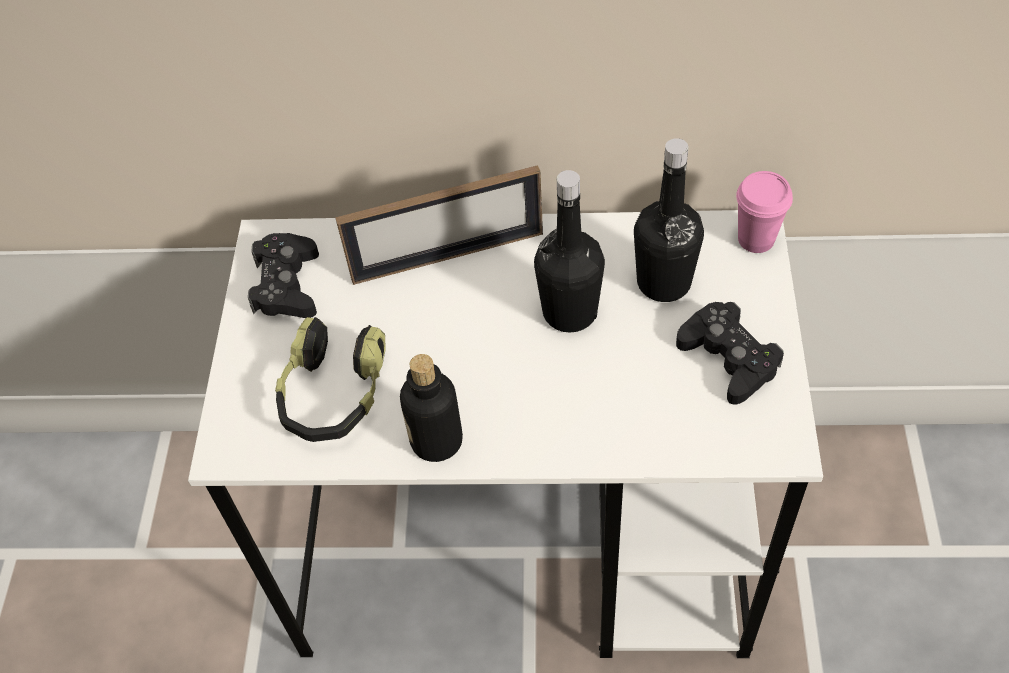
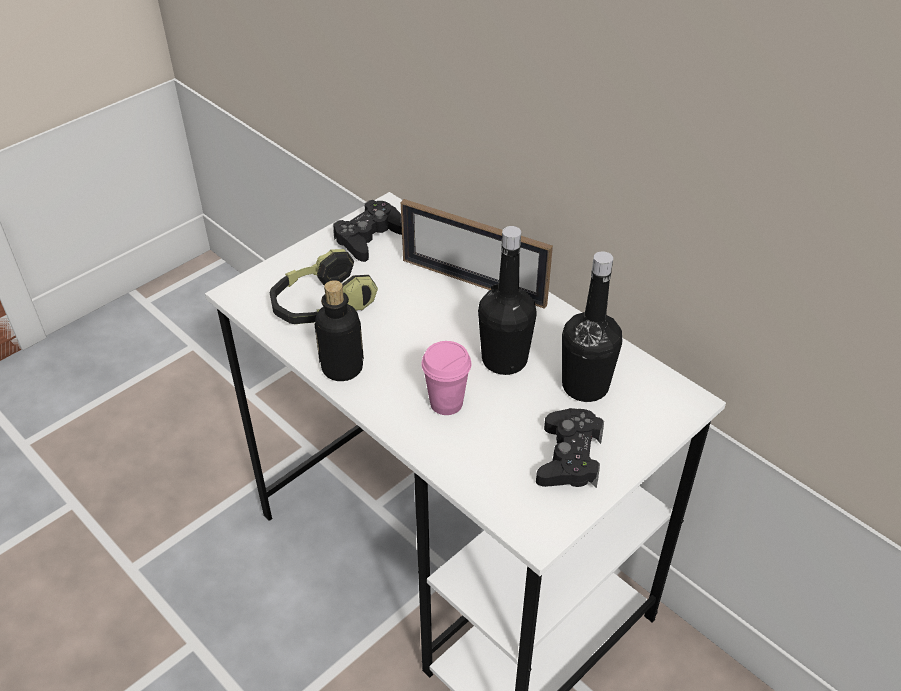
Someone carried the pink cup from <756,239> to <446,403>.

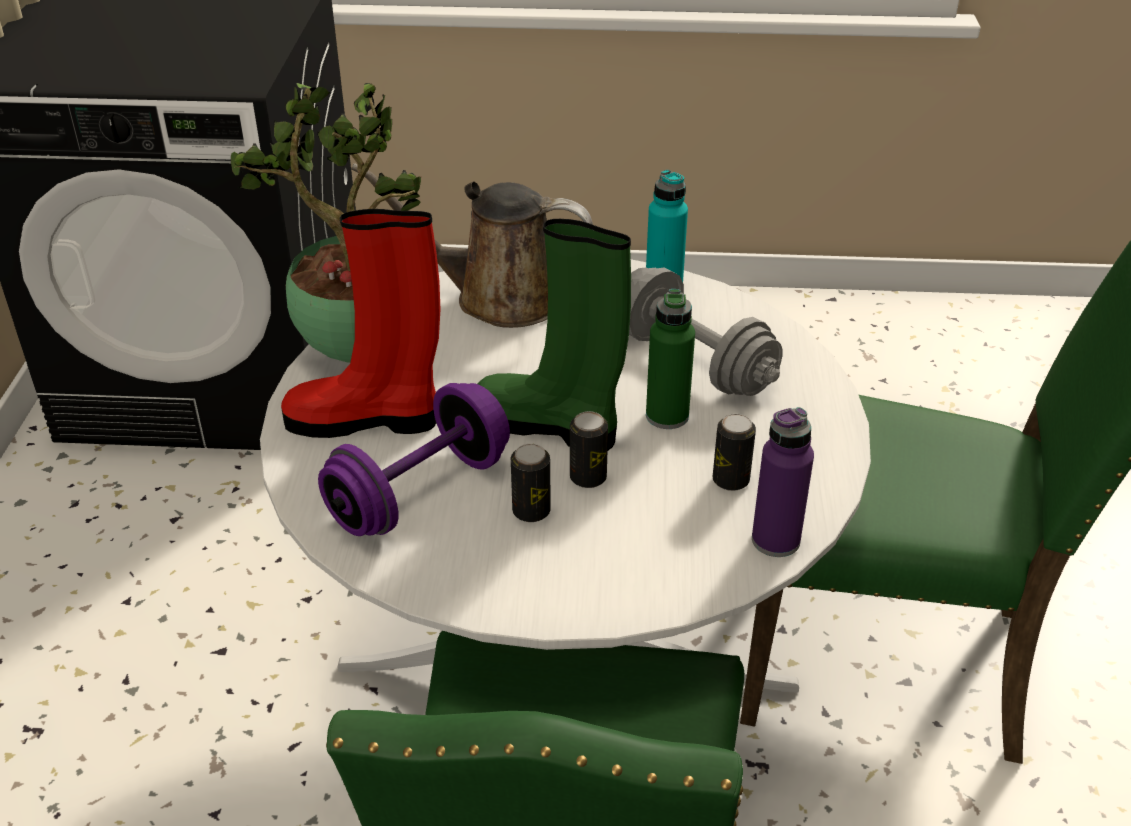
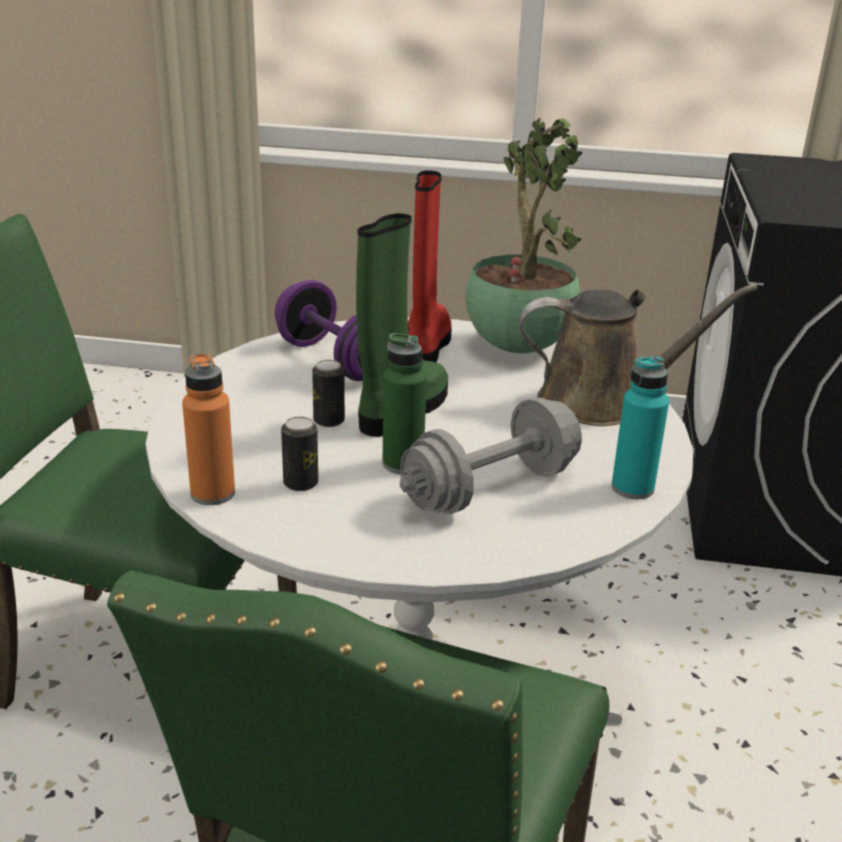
Someone repainted the purplish drink bottle at <775,540>, which became the orange drink bottle at <213,493>.
Someone rotated the brownish watering can at <498,298> by 75 degrees clockwise.
Someone took away the metal can at <531,511>.

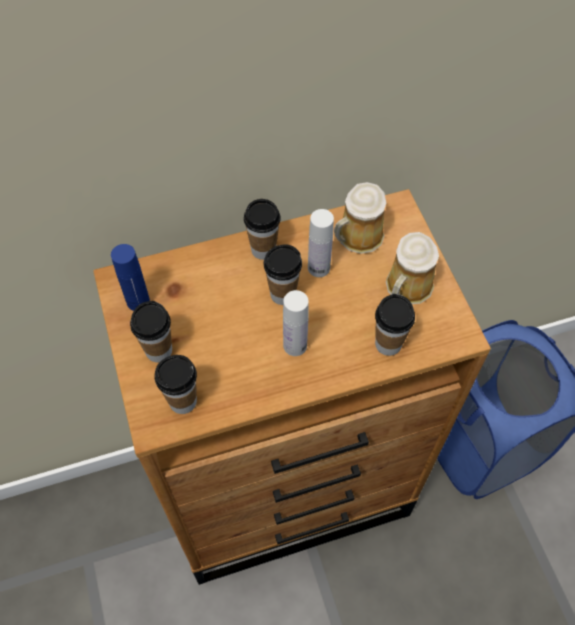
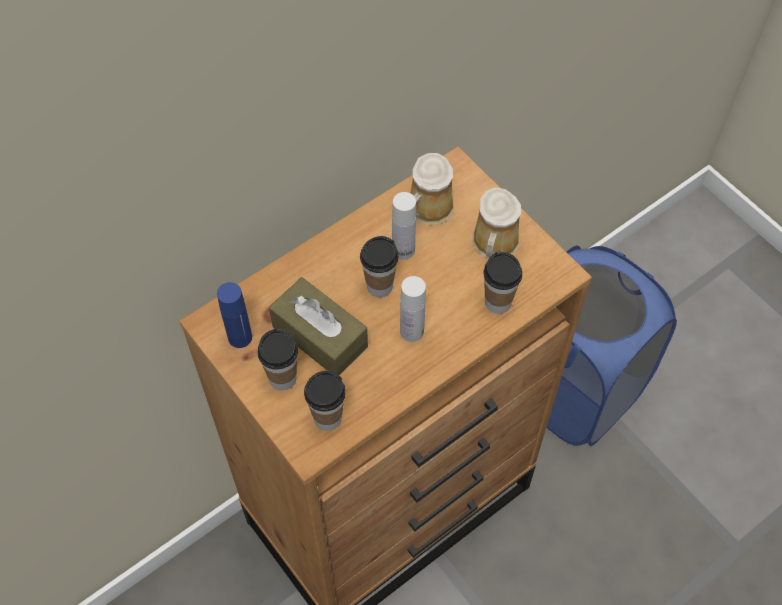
Someone put down the brownish tissue box at <320,336>.
Someone took away the cup at <263,249>.

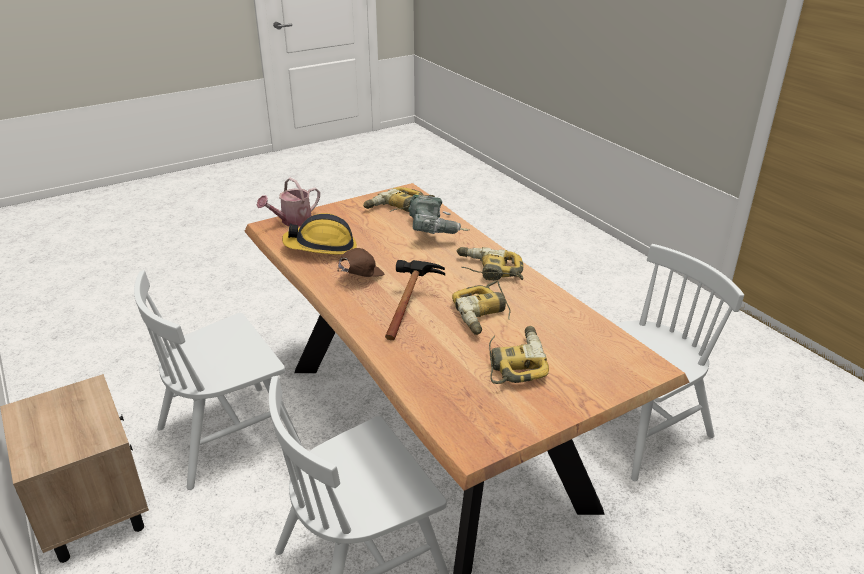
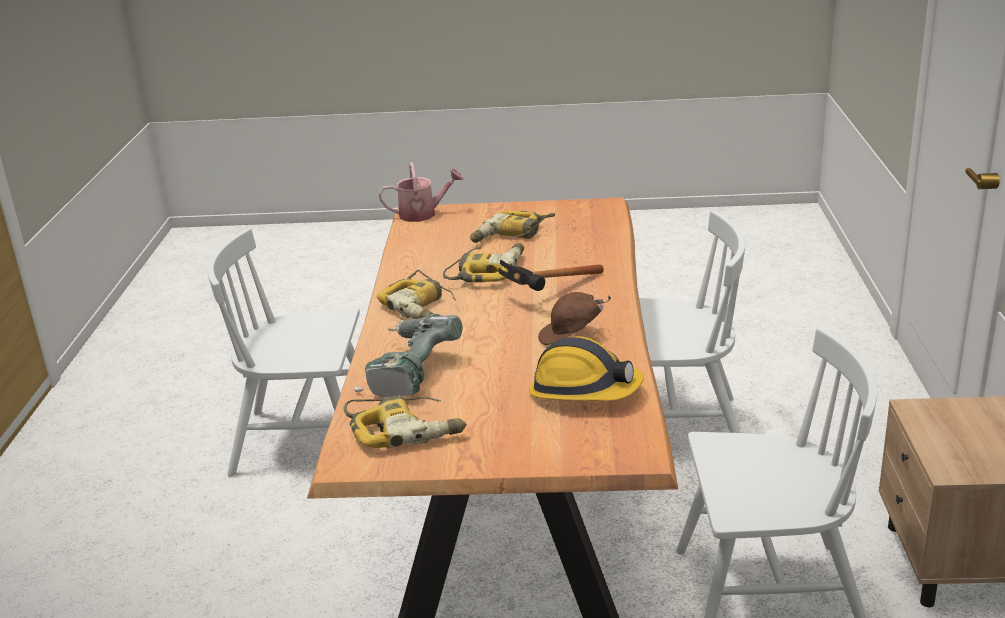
Someone carried the watering can from <292,221> to <423,214>.

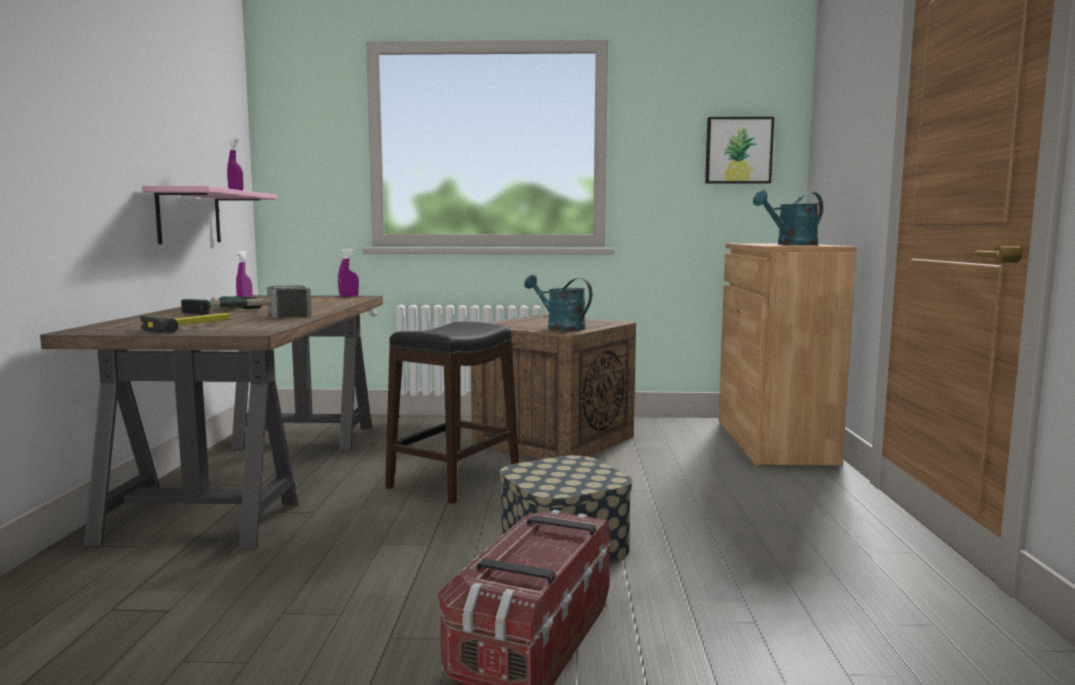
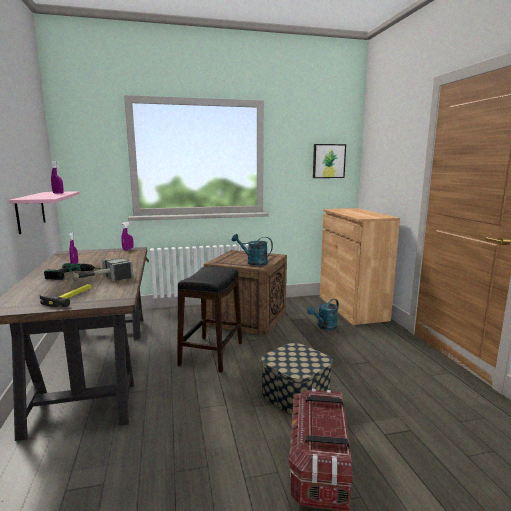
Someone carried the blue-green watering can from <791,244> to <324,327>.

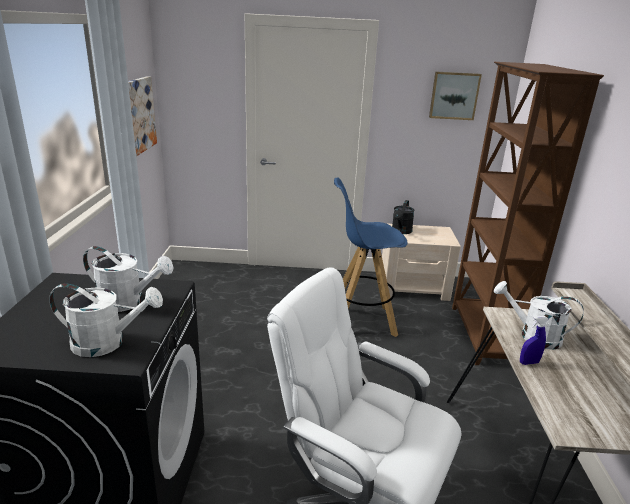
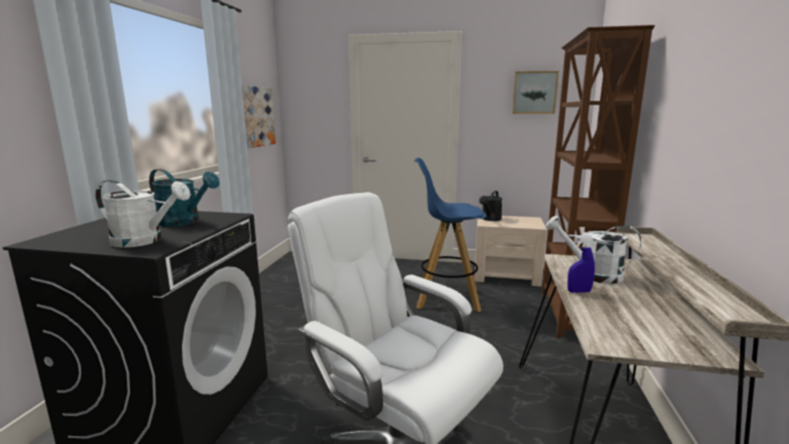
Someone repainted the white-coloured watering can at <128,302>, which became the blue-green watering can at <185,222>.

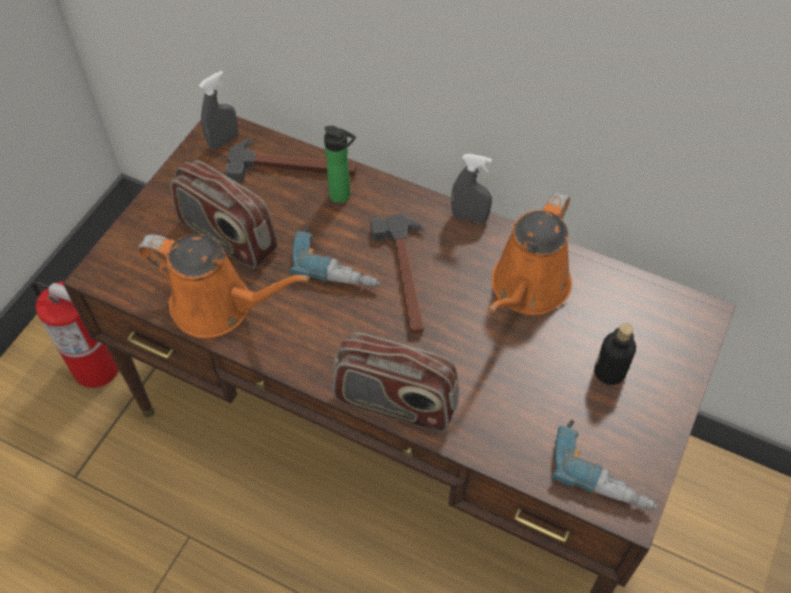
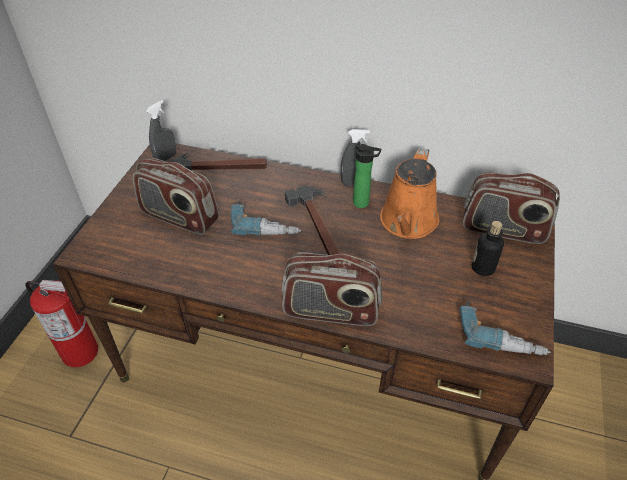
Someone carried the drink bottle from <343,196> to <363,203>.
Someone put down the radio set at <503,229>.
Someone took away the orange watering can at <219,306>.

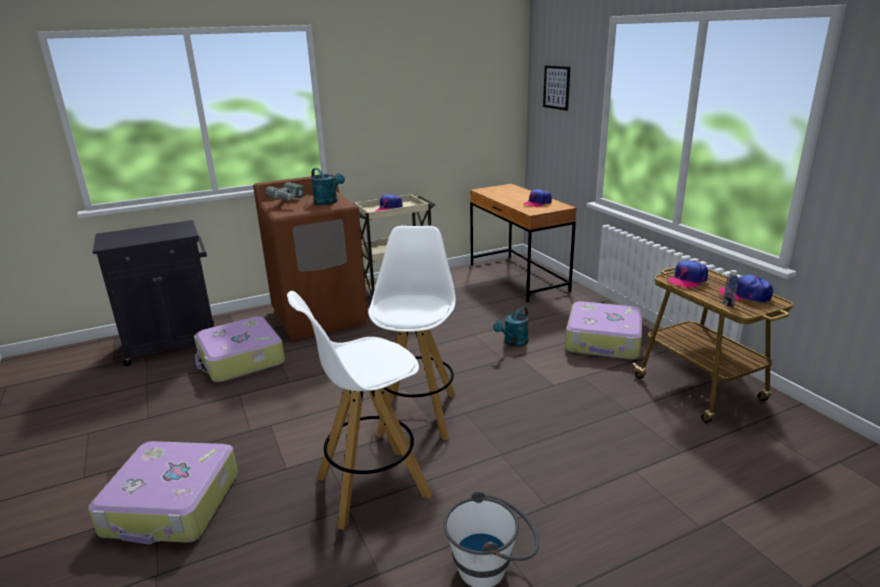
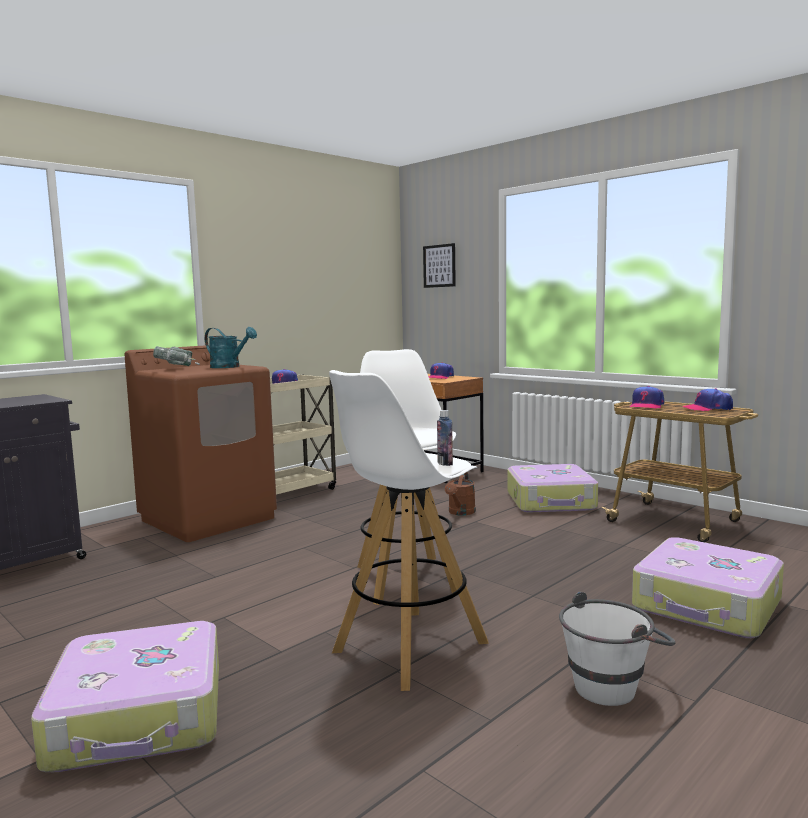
Someone carried the drink bottle from <728,304> to <445,463>.
Someone repainted the blue-green watering can at <513,343>, which became the brownish watering can at <460,513>.
Someone carried the suitcase from <240,360> to <707,605>.

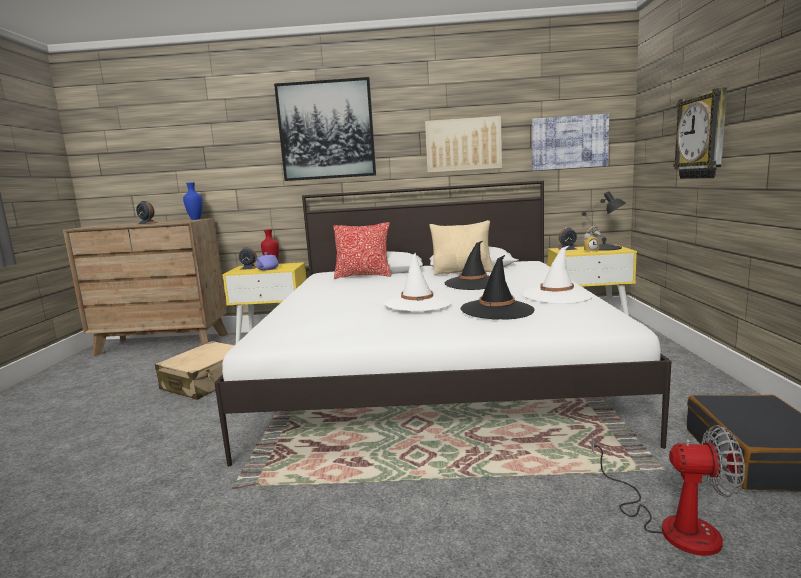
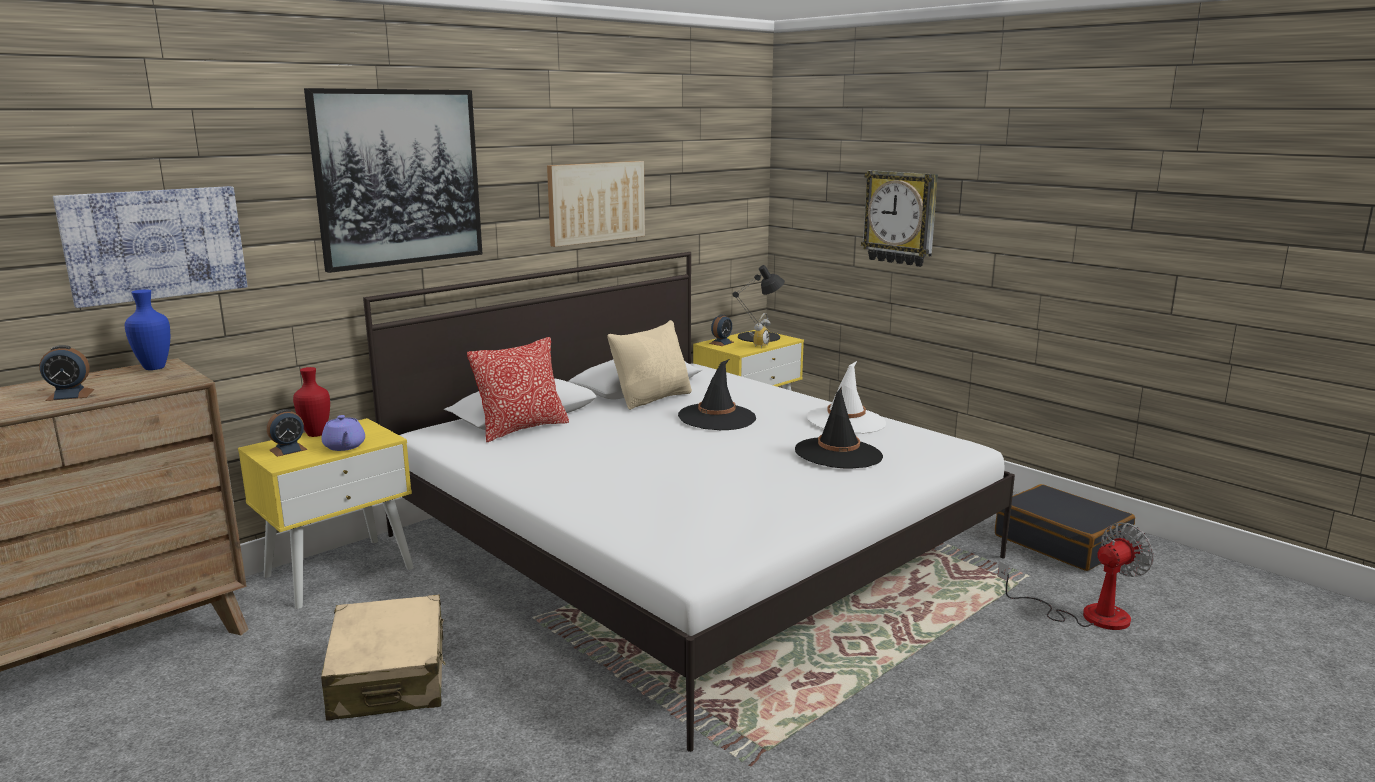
Someone carried the wall art from <569,142> to <155,244>.
Someone took away the white-coloured clothing hat at <417,304>.

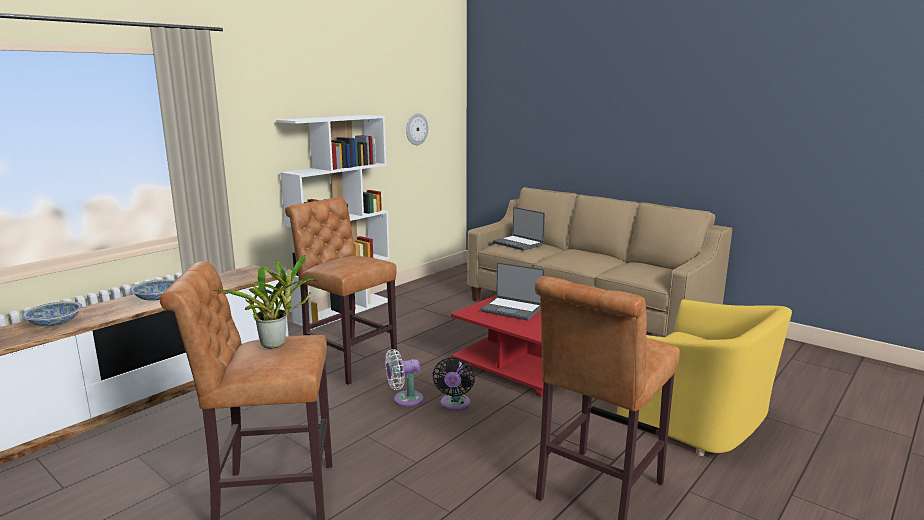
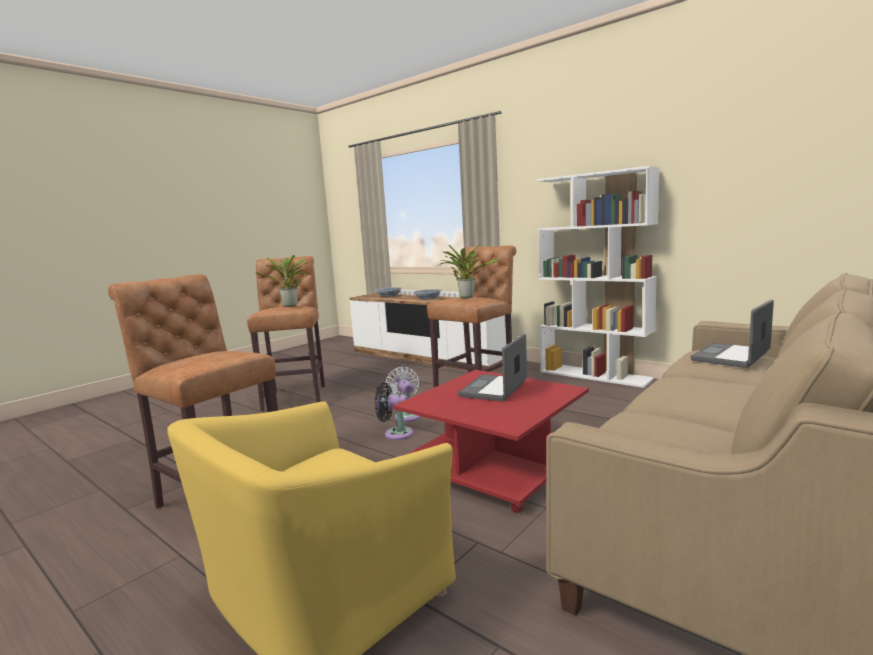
Someone put down the plant in a pot at <465,297>.
Someone took away the hanging clock at <416,129>.

